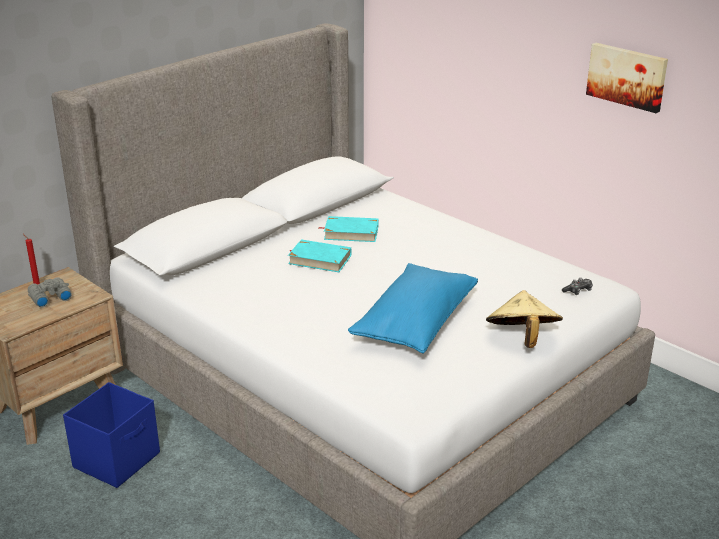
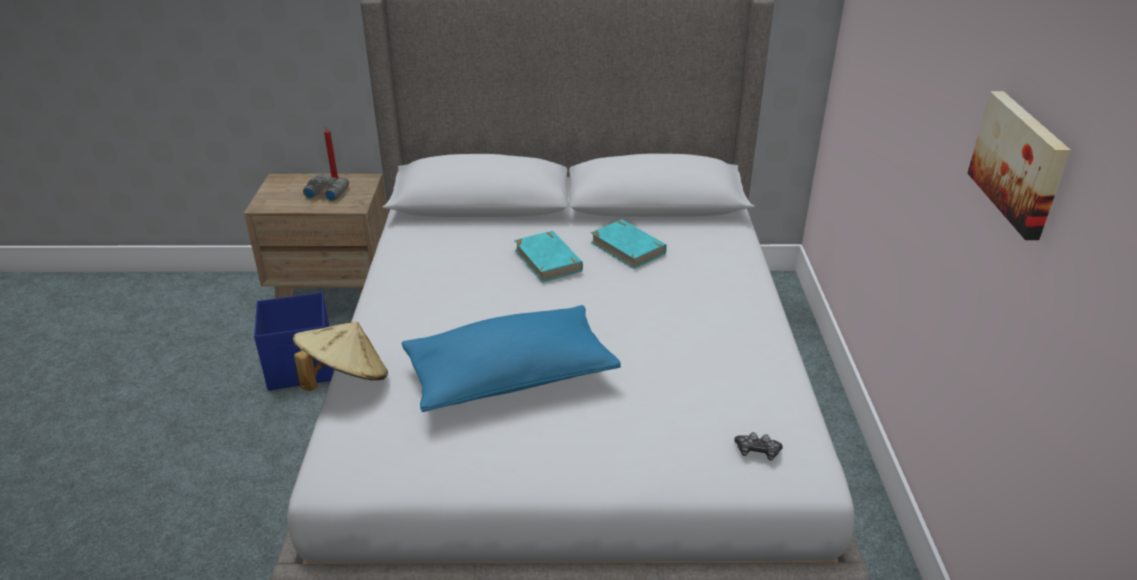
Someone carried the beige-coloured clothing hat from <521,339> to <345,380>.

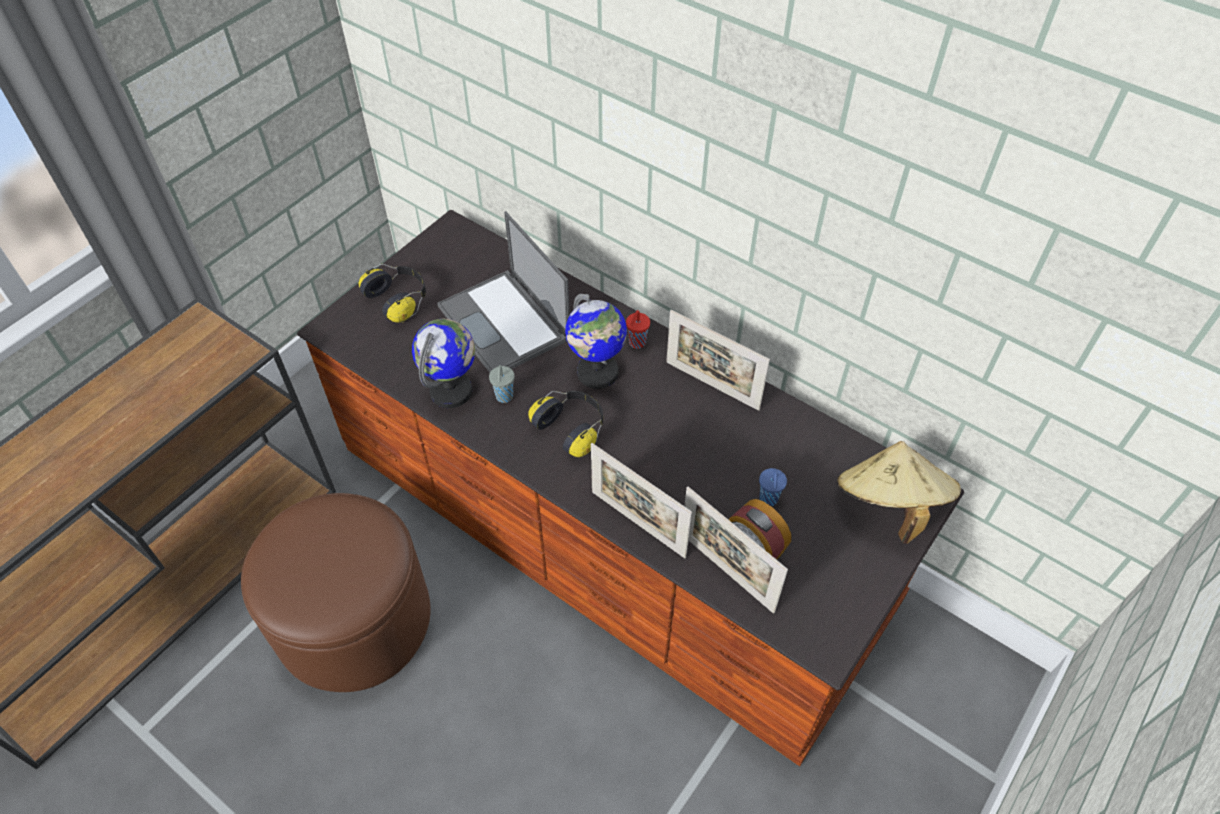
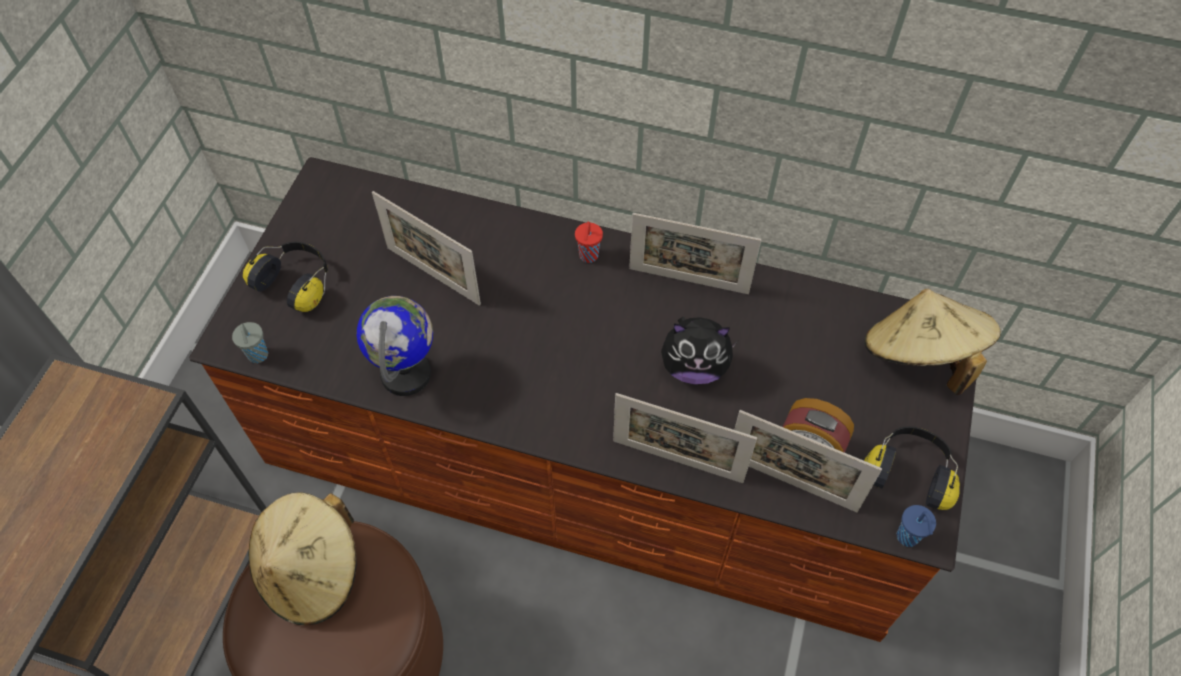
Someone carried the grey cup from <504,397> to <258,356>.
Someone put down the beige-coloured clothing hat at <312,572>.
Someone swapped the notebook computer at <505,323> for the photo frame at <433,275>.
Someone put down the soft toy at <694,367>.
Someone carried the headset from <572,428> to <909,472>.
Someone carried the bluish cup from <768,500> to <908,538>.
Someone took away the desk globe at <597,373>.

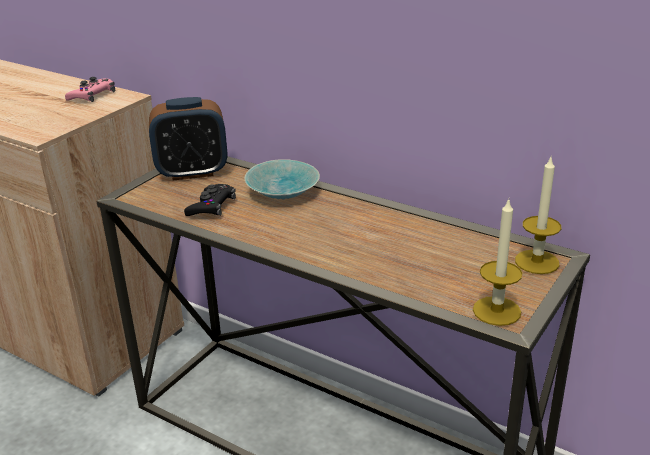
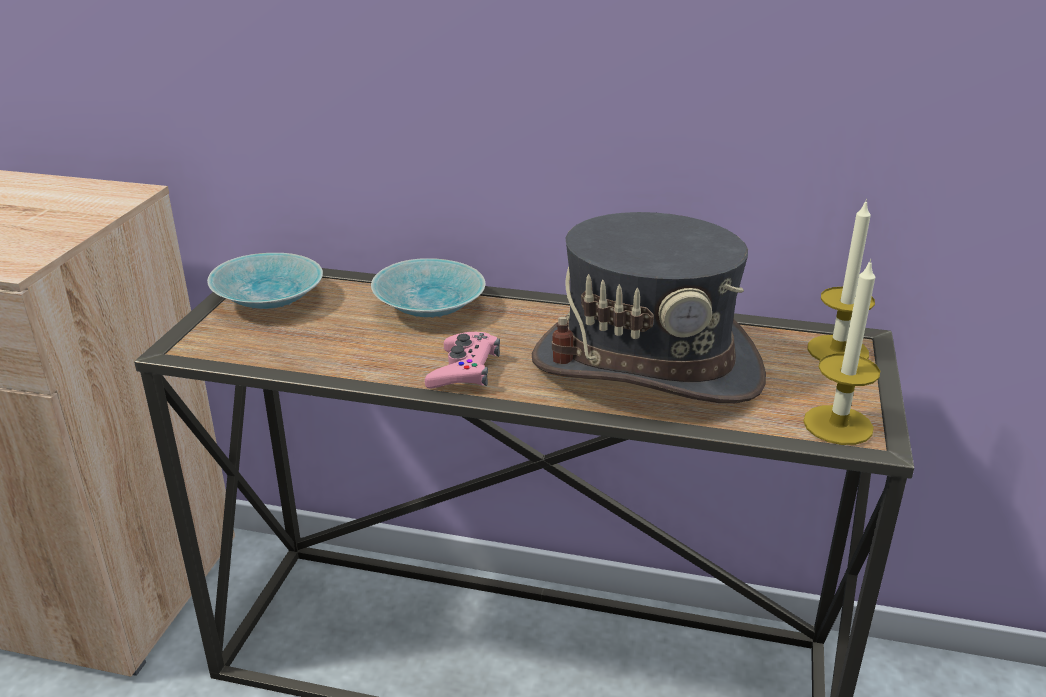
Someone swapped the bedside clock at <192,172> for the blue-green serving bowl at <270,297>.
Someone carried the pink joypad from <92,96> to <464,370>.
Someone put down the grey clothing hat at <647,366>.
Someone took away the black-coloured joypad at <211,206>.

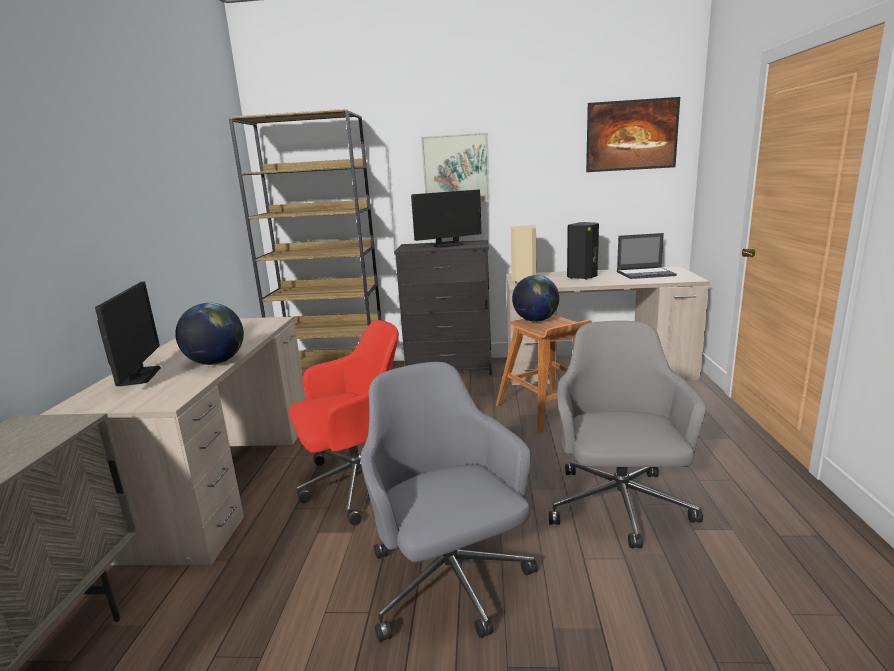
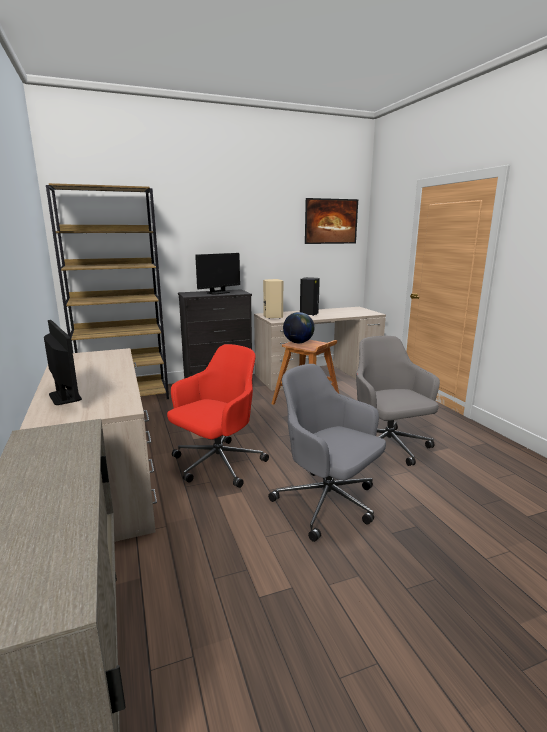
Someone took away the desk globe at <216,362>.
Someone took away the wall art at <456,169>.
Someone took away the notebook computer at <646,273>.

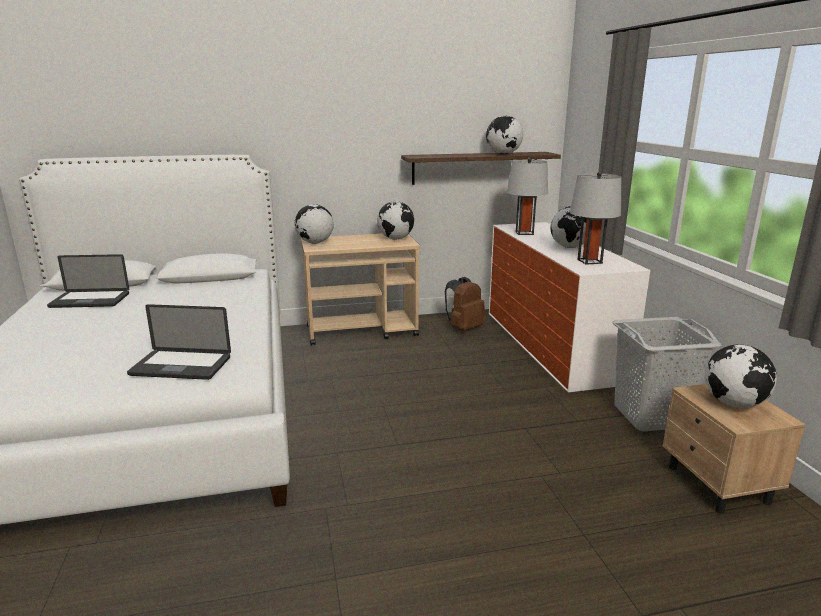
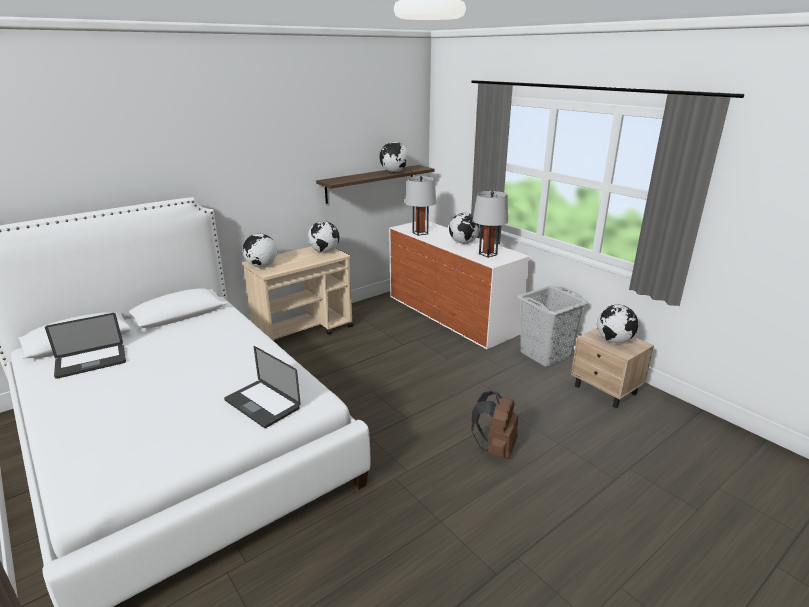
Someone rotated the notebook computer at <181,366> by 60 degrees clockwise.
Someone carried the brownish knapsack from <464,328> to <495,448>.

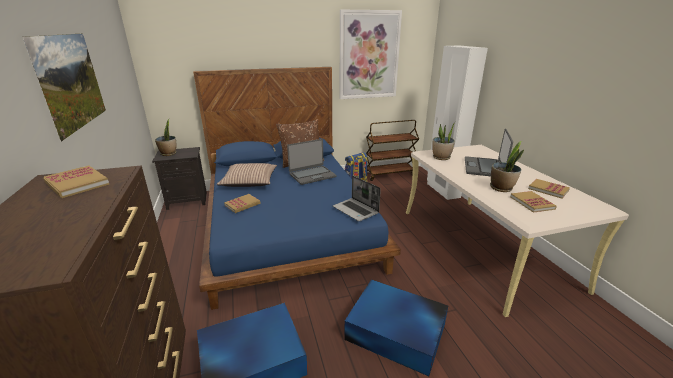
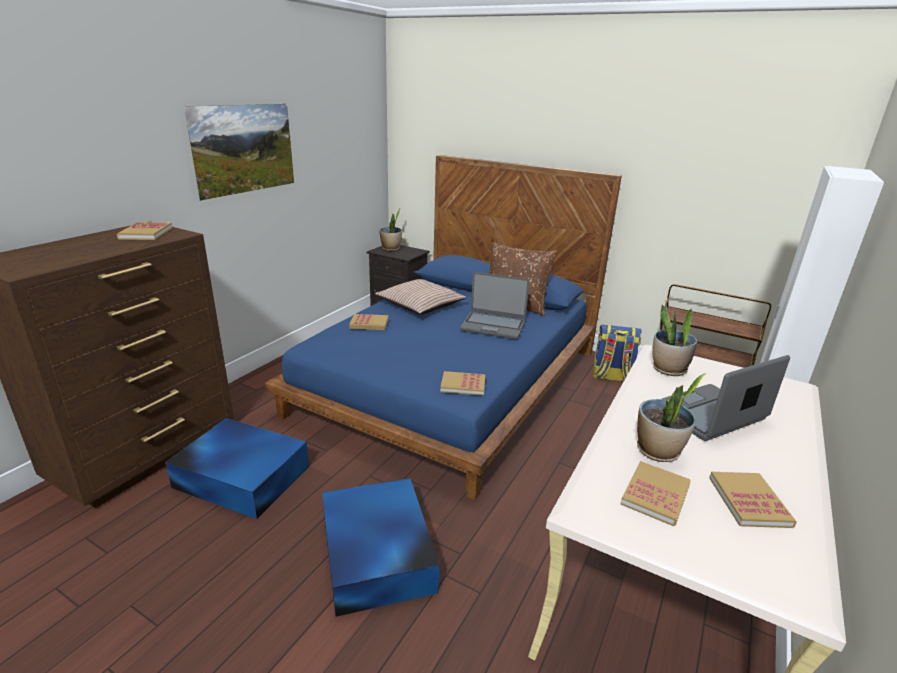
Someone swapped the notebook computer at <356,210> for the volume at <463,385>.
Someone took away the wall art at <369,55>.

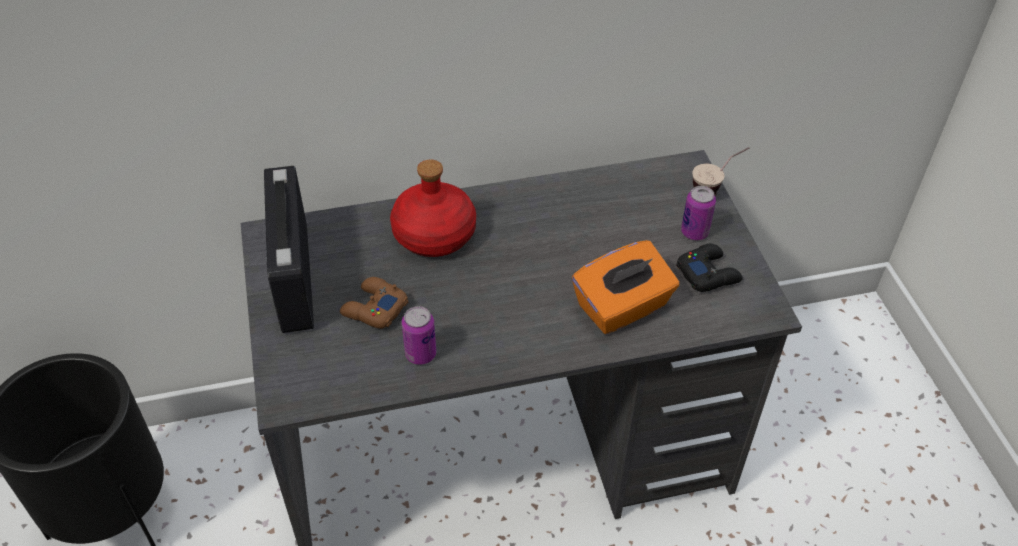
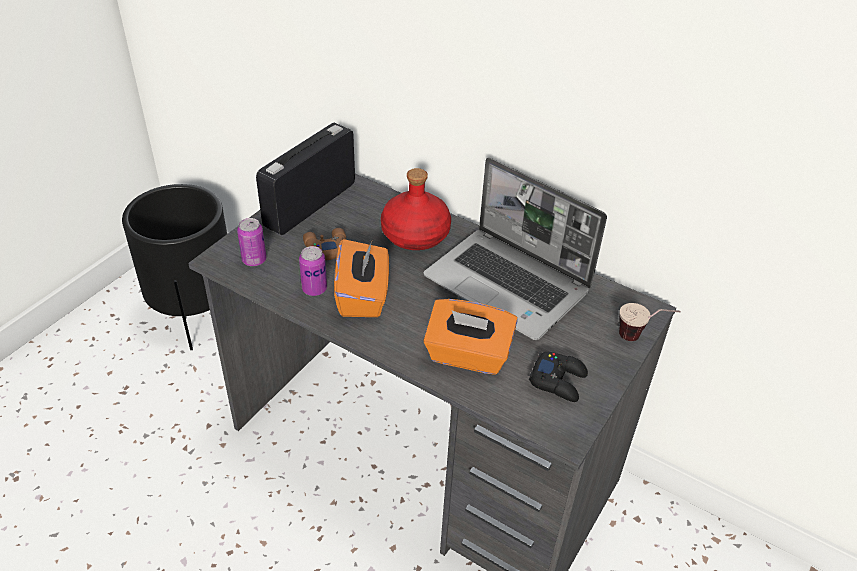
Someone carried the metal can from <694,232> to <254,260>.
Someone put down the orange tissue box at <363,296>.
Someone put down the notebook computer at <509,285>.

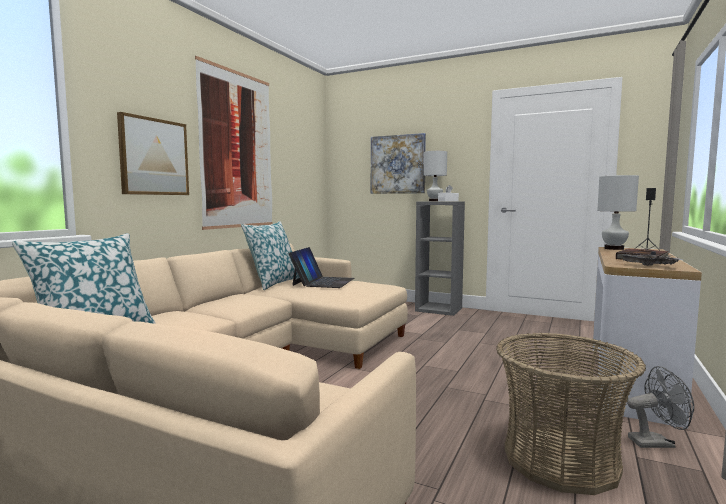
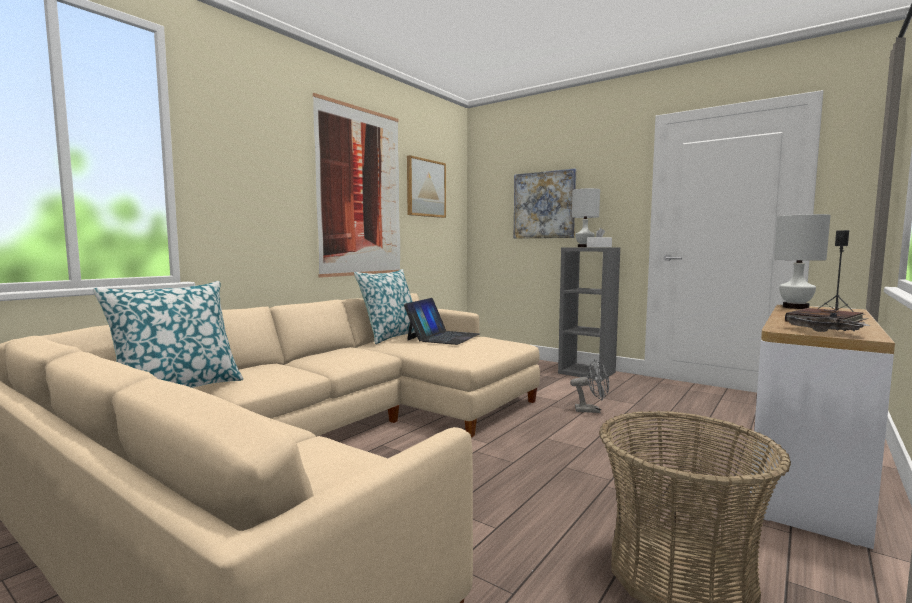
Someone carried the wall art from <154,157> to <425,188>.
Someone carried the grey electric fan from <657,442> to <591,410>.

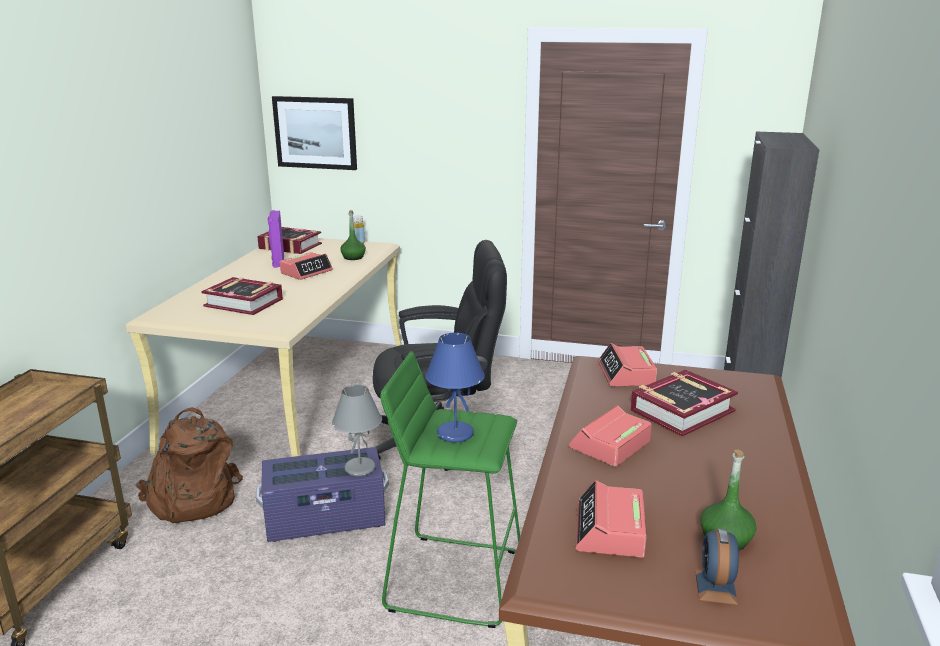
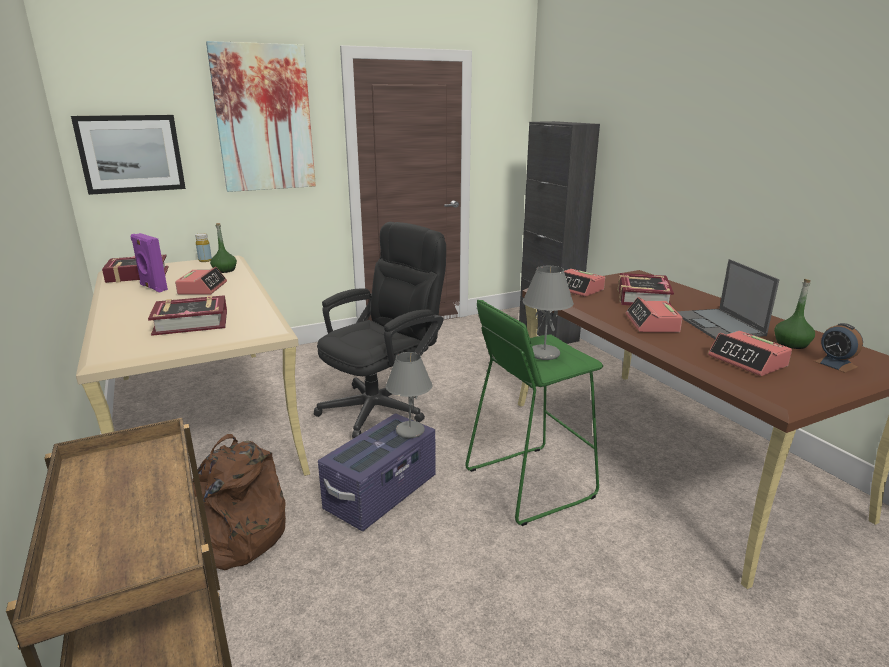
Someone put up the wall art at <264,119>.
Someone repainted the bluish lamp for a table at <454,434>, which became the grey lamp for a table at <544,354>.
Someone put down the notebook computer at <719,324>.

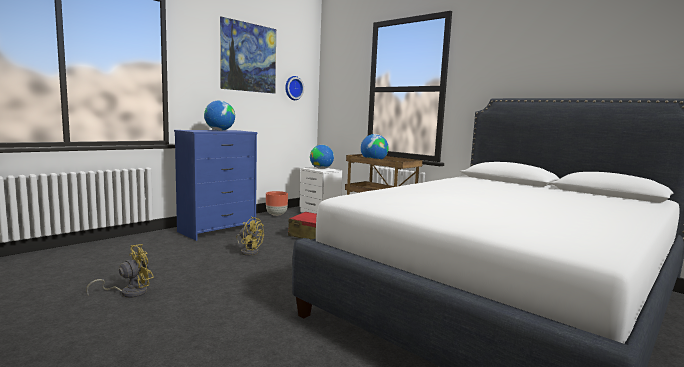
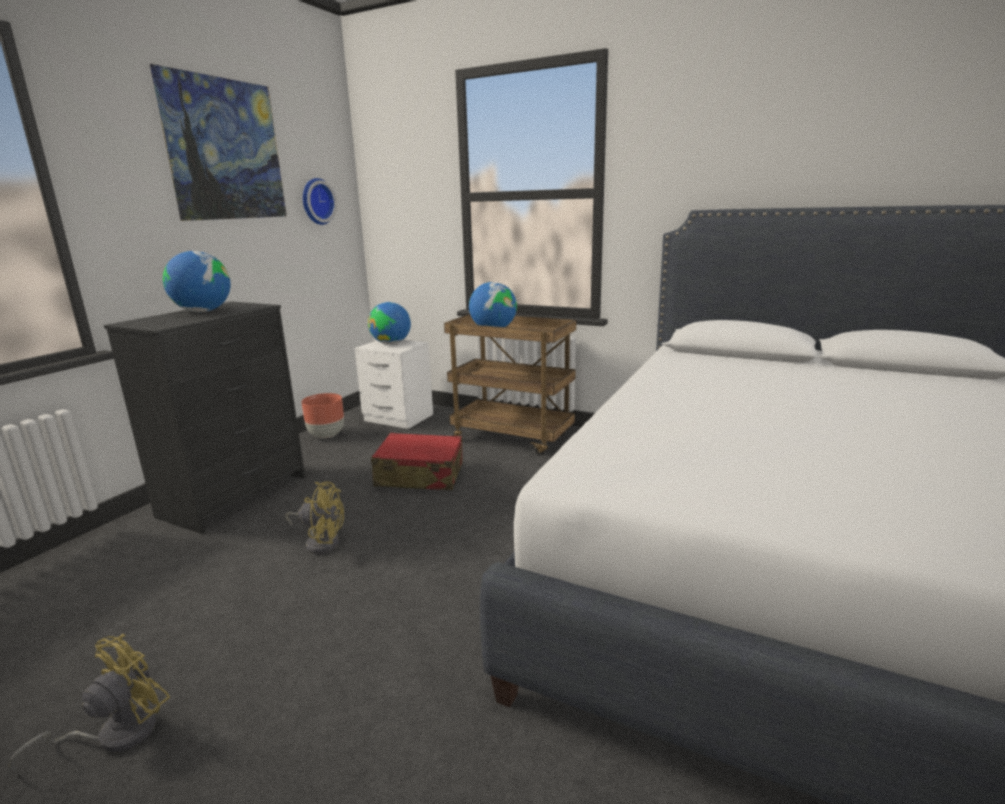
Someone repainted the bluish drawer chest at <217,230>, which became the black-coloured drawer chest at <235,496>.

